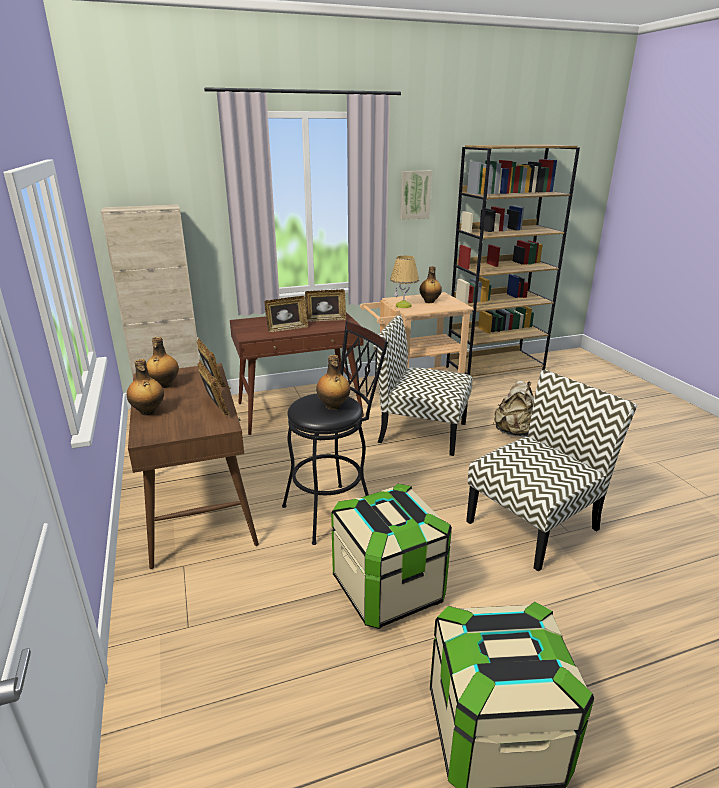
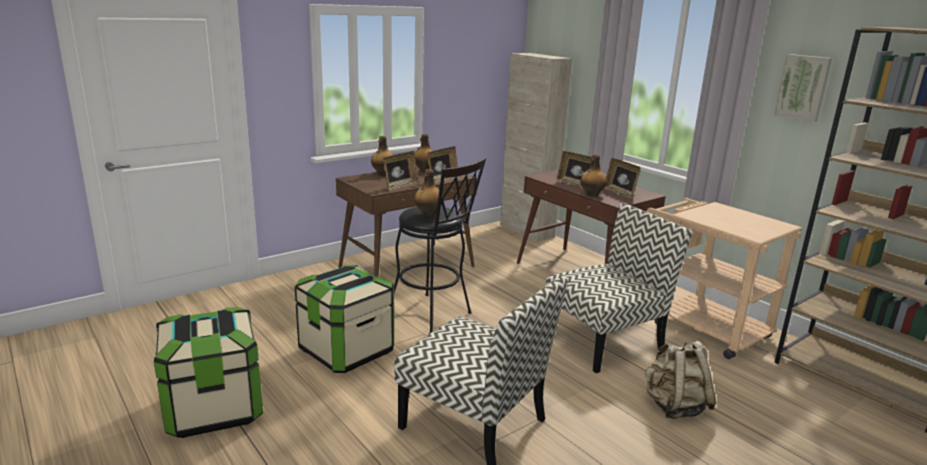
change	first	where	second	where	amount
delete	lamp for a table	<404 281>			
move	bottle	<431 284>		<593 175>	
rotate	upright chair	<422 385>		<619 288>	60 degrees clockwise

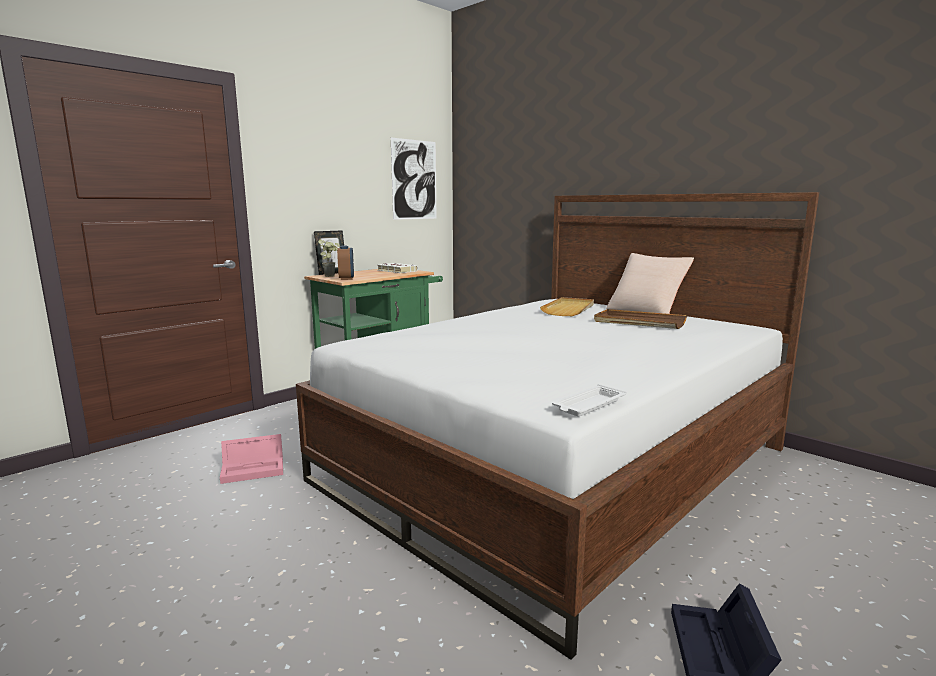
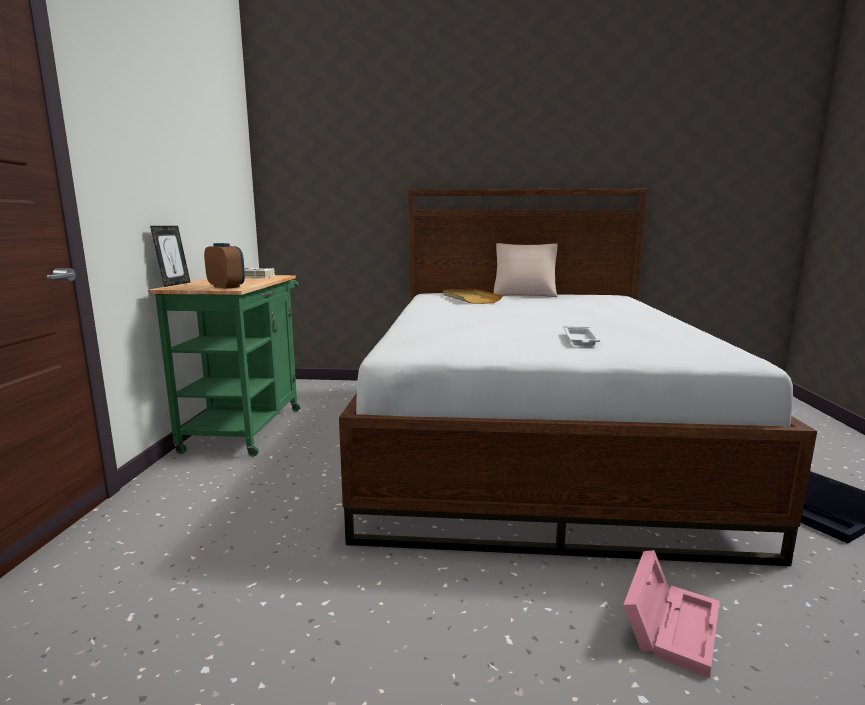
change	first	where	second	where	amount
delete	wall art	<414 179>			
delete	potted plant	<329 258>			
delete	brownish serving tray	<640 319>			
move	white serving tray	<589 400>		<581 336>	
move	pink storage bin	<251 459>		<671 614>	

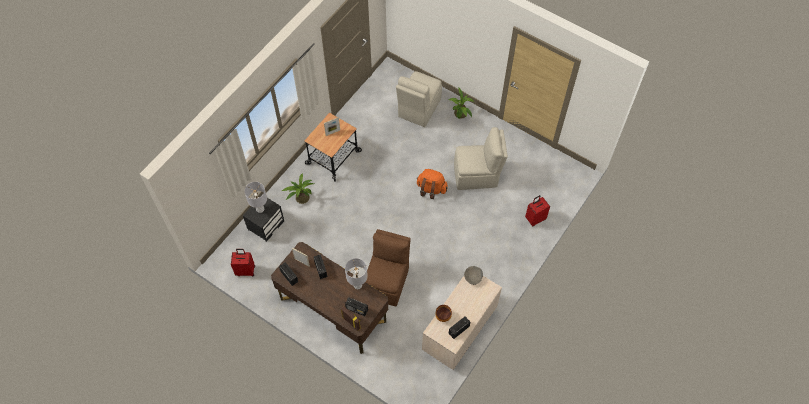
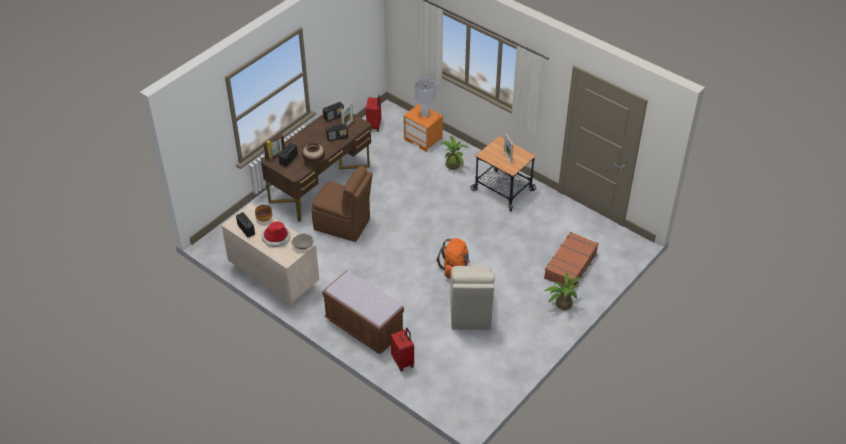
change	first	where	second	where	amount
replace	beige-coloured upright chair	<419 99>	brownish travel case	<571 260>	
recolor	blackish nightstand	<263 218>	orange-coloured nightstand	<423 127>	
replace	greyish lamp for a table	<356 273>	decorative vase	<313 153>	
insert			hat	<276 234>	
insert			brownish long seat	<363 312>	

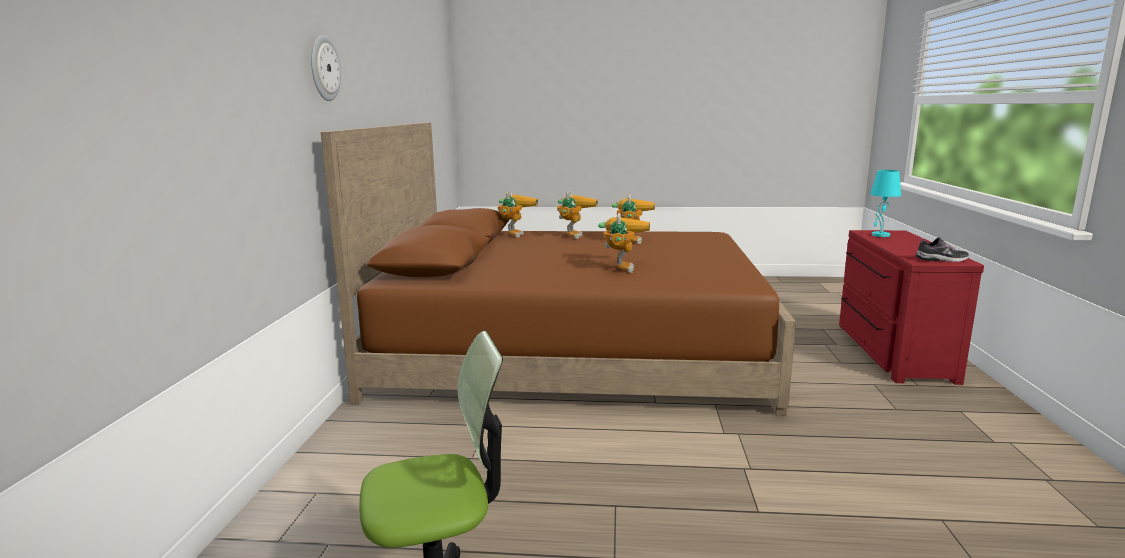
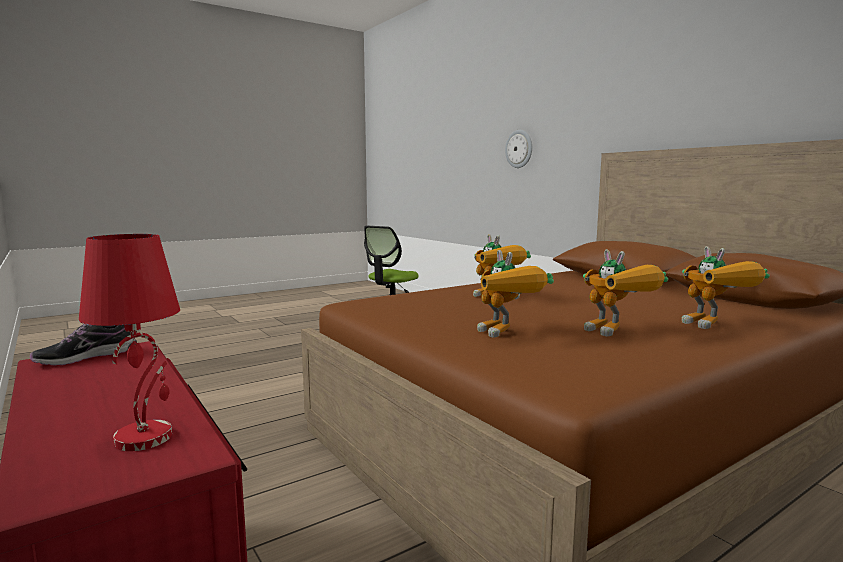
change	first	where	second	where	amount
move	hanging clock	<326 68>		<518 149>	
recolor	turquoise-coloured lamp for a table	<885 203>	reddish lamp for a table	<129 342>	
move	robot figure	<518 214>		<515 294>	

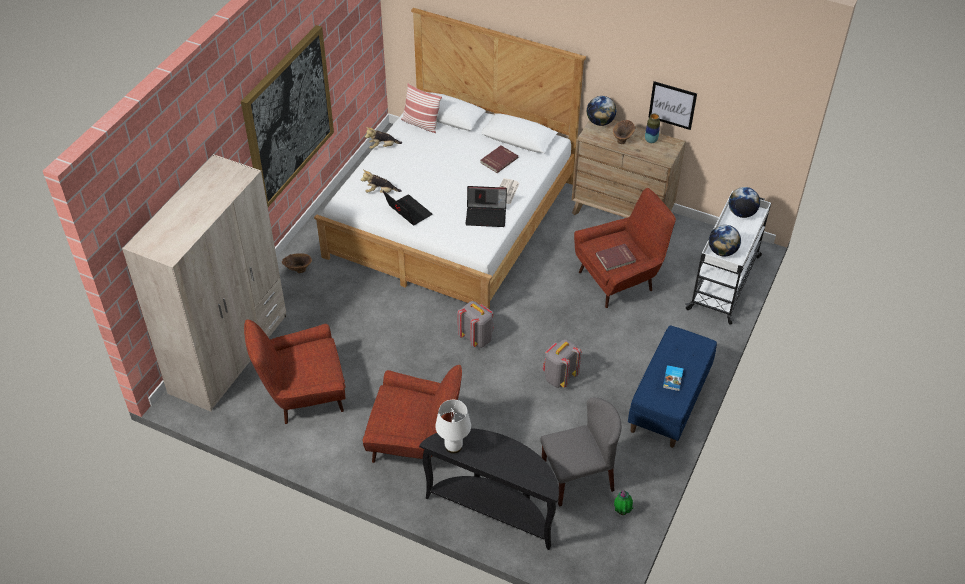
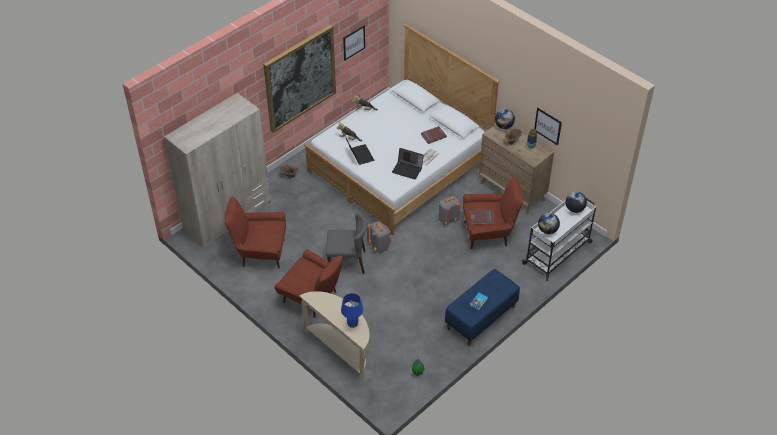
change	first	where	second	where	amount
delete	cushion	<421 108>			
move	greyish knapsack	<562 363>		<449 210>	
move	greyish upright chair	<580 452>		<347 243>	
delete	white lamp for a table	<453 427>			
recolor	blackish console table	<489 489>	beige-coloured console table	<334 336>	
insert			wall art	<354 43>	
insert			blue-coloured lamp for a table	<352 310>	

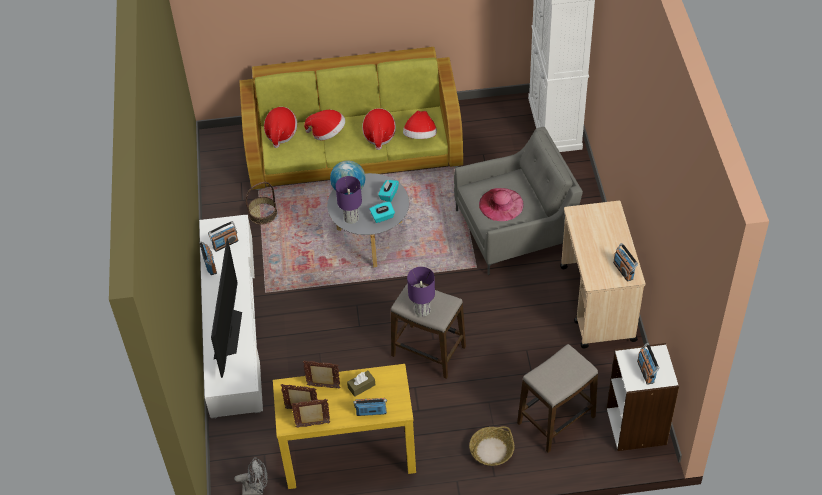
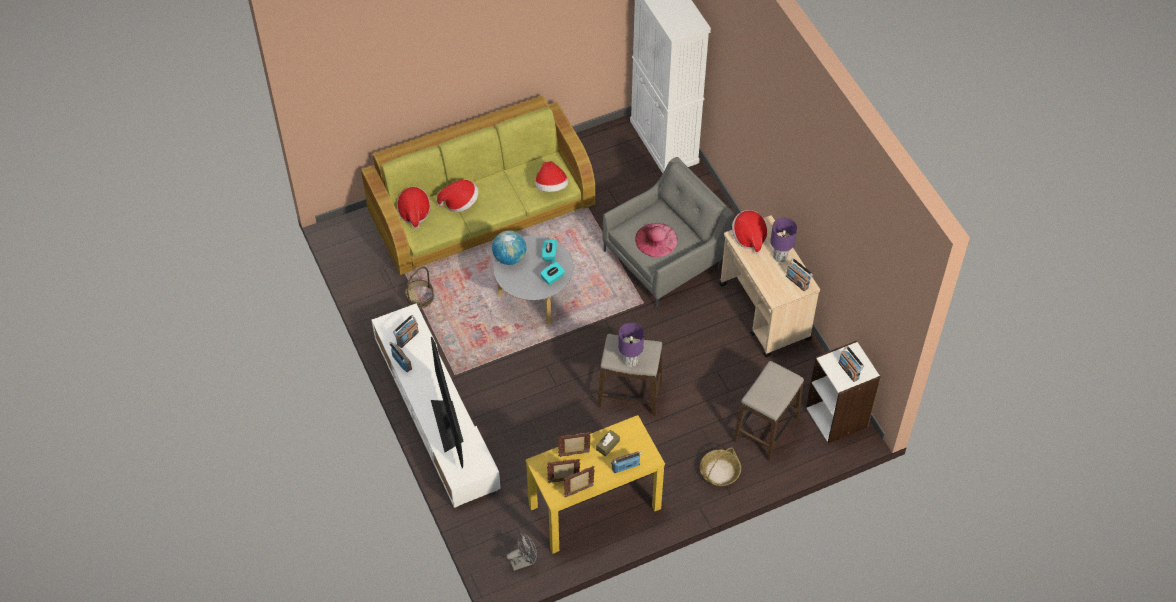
change	first	where	second	where	amount
move	hat	<379 129>		<749 232>	
move	purplish lamp for a table	<348 200>		<783 240>	

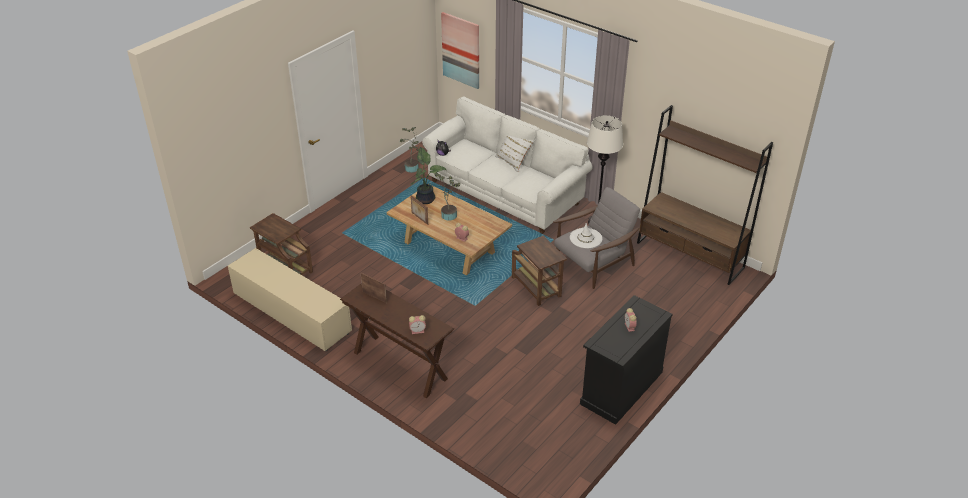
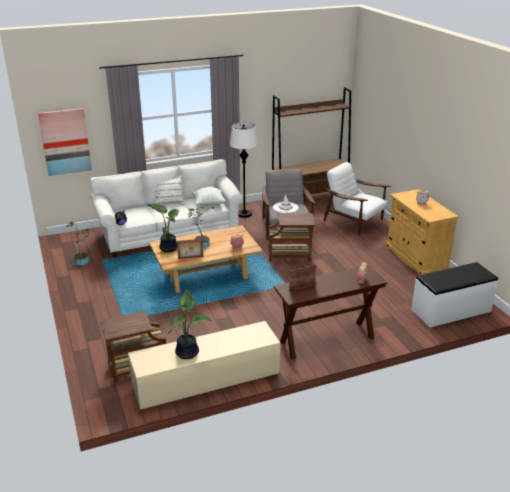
change	first	where	second	where	amount
recolor	blackish cabinet	<626 360>	beige-coloured cabinet	<422 232>	
insert			white lounge chair	<357 198>	
insert			cushion	<209 196>	
insert			white long seat	<454 295>	
insert			potted plant	<189 324>	

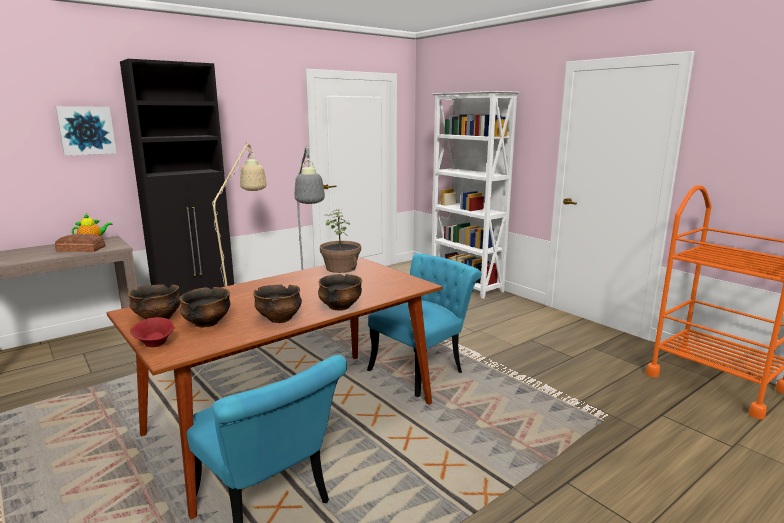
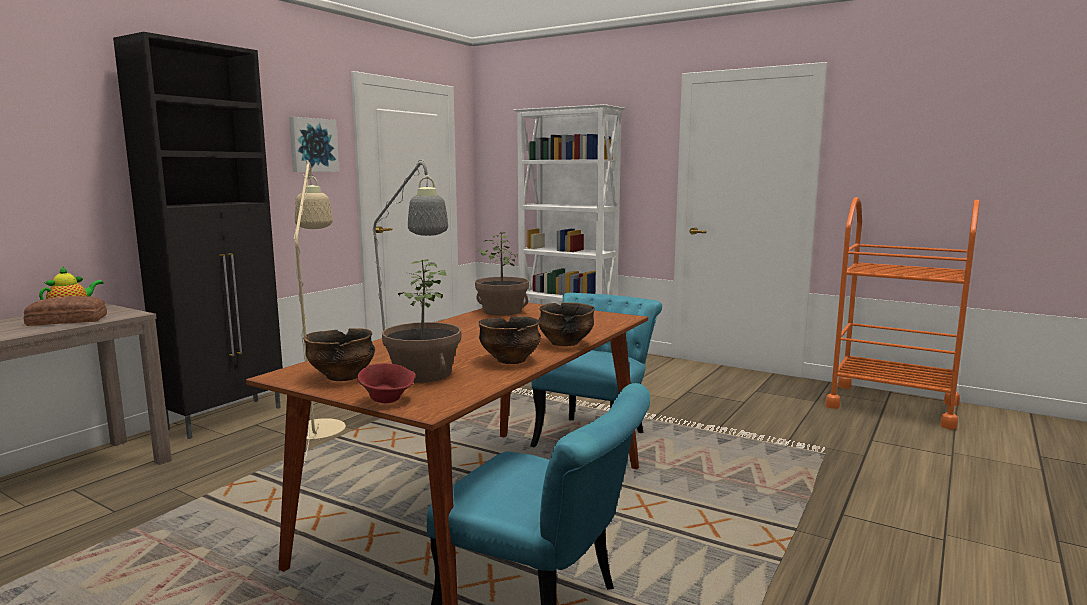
change	first	where	second	where	amount
move	wall art	<86 131>		<314 144>	
replace	bowl	<205 307>	potted plant	<421 321>	

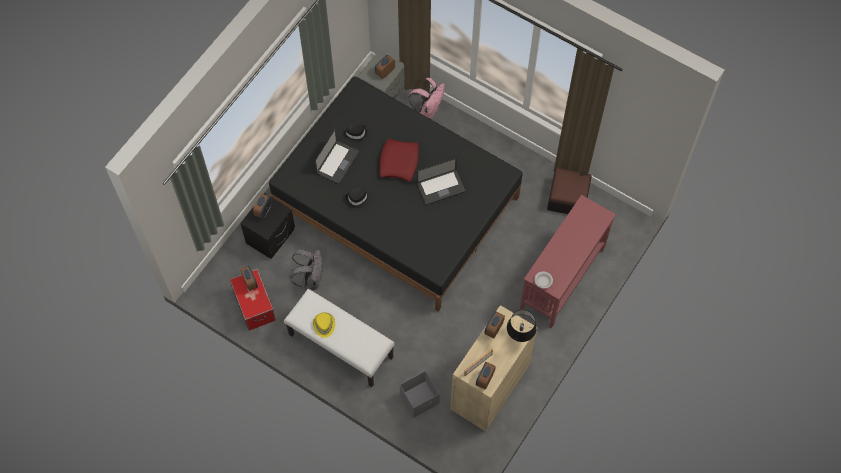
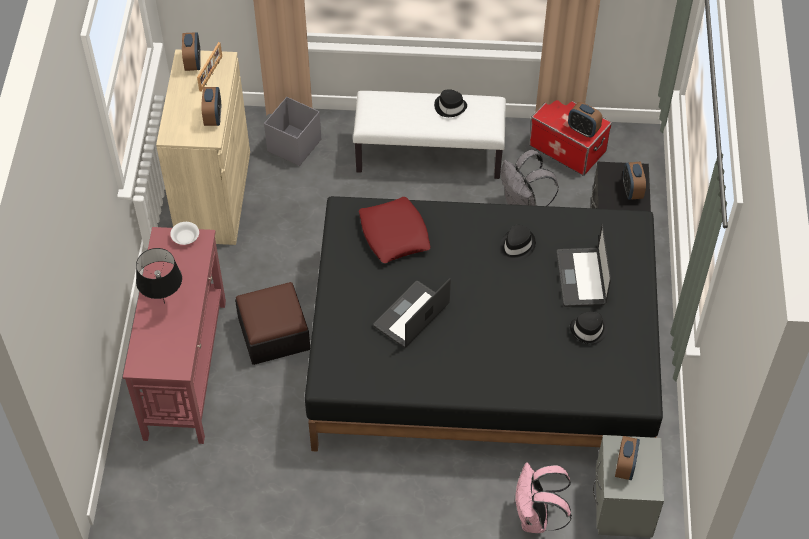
change	first	where	second	where	amount
move	reddish cushion	<399 160>		<394 230>	
move	footrest	<569 191>		<272 323>	
move	blackish lamp for a table	<522 326>		<159 276>	
recolor	yellow-coloured hat	<324 325>	blackish hat	<450 103>	

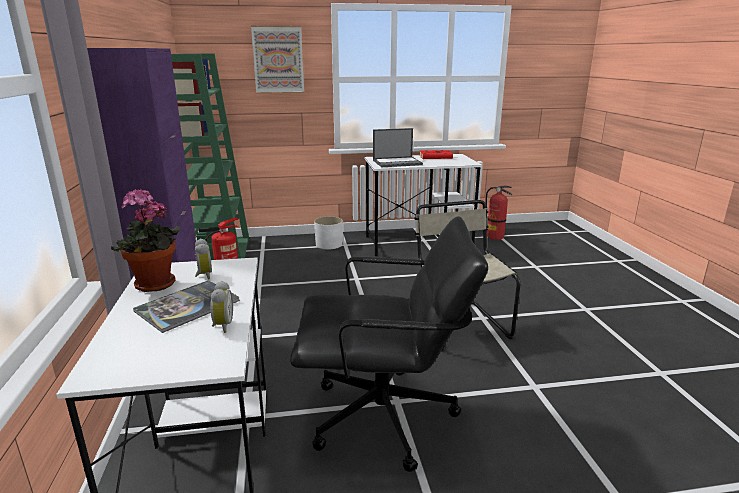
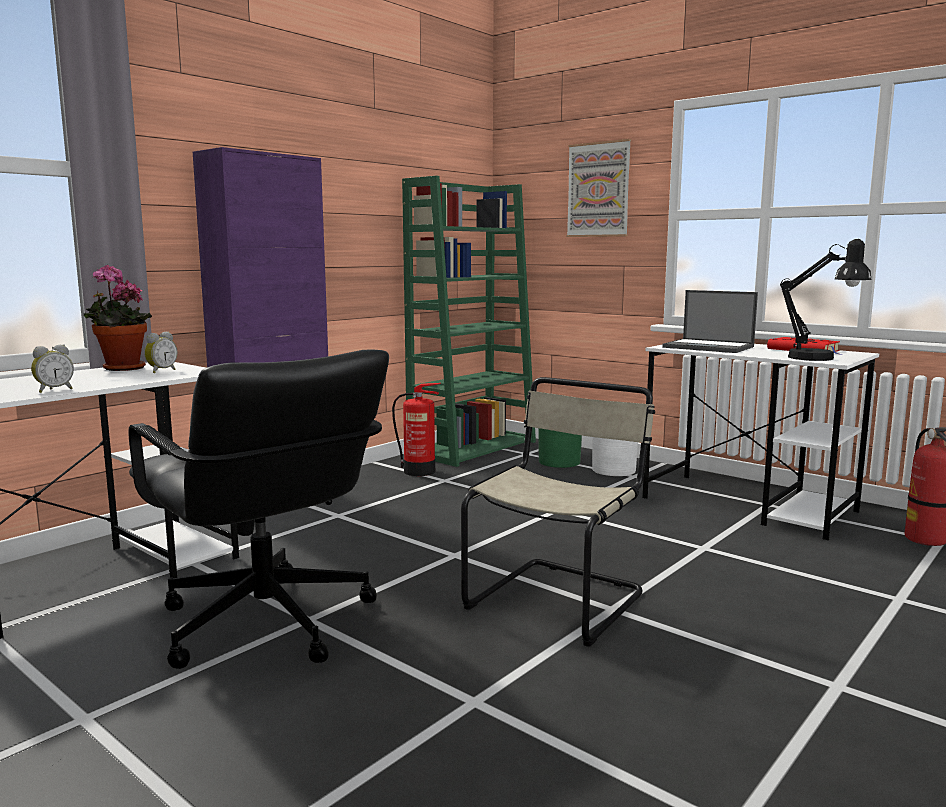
change	first	where	second	where	amount
delete	volume	<186 306>			
insert			blackish lamp for a table	<825 300>	
insert			green-coloured flower pot	<560 448>	

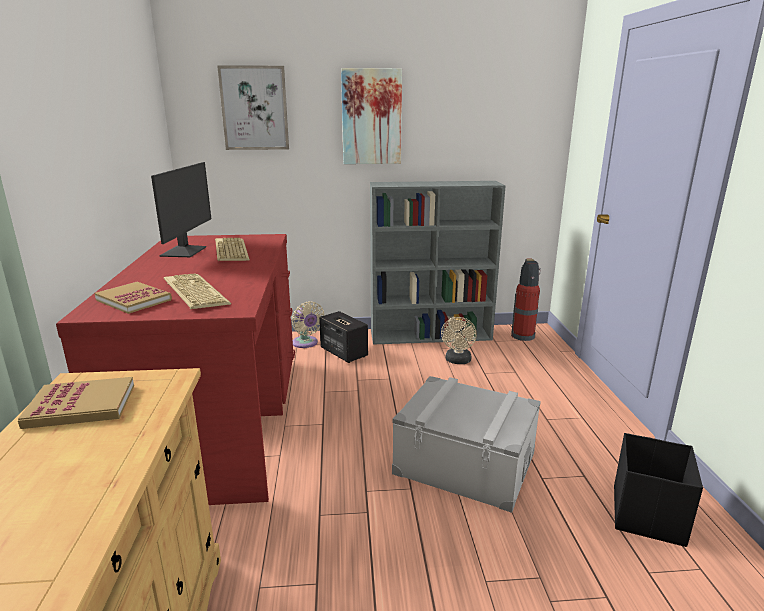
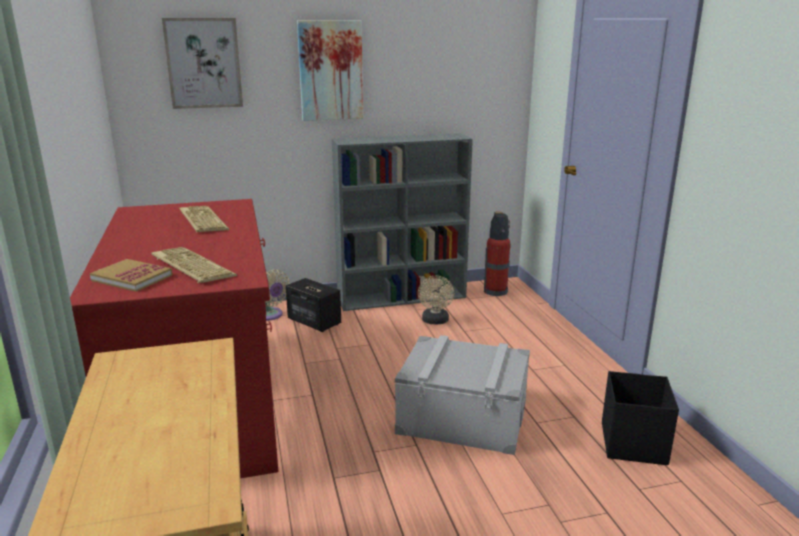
change	first	where	second	where	amount
delete	computer display	<181 209>			
delete	volume	<76 403>			

